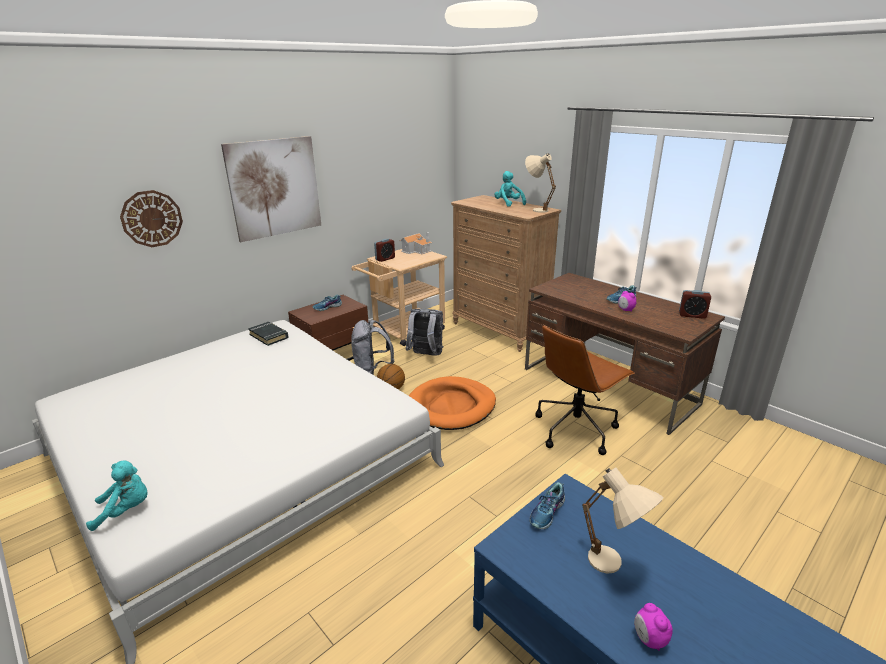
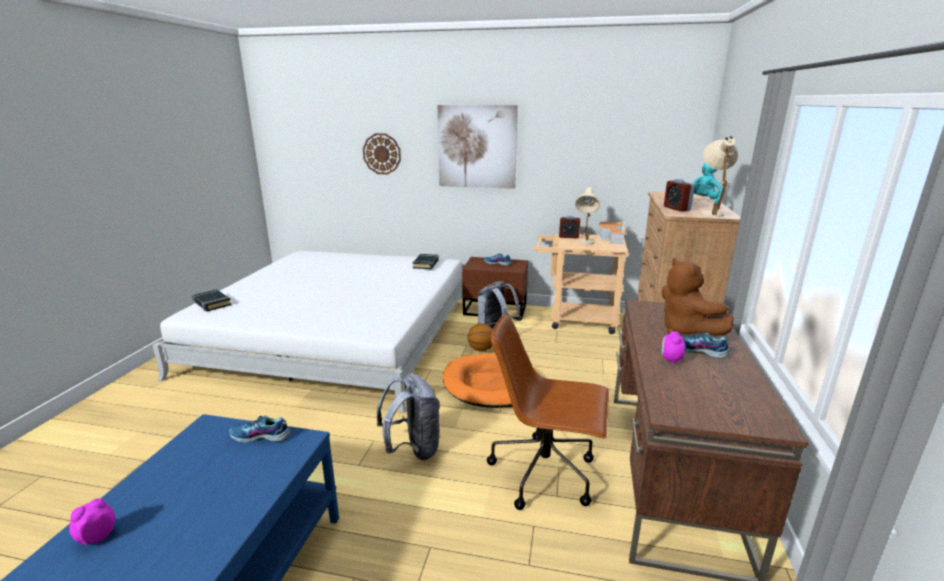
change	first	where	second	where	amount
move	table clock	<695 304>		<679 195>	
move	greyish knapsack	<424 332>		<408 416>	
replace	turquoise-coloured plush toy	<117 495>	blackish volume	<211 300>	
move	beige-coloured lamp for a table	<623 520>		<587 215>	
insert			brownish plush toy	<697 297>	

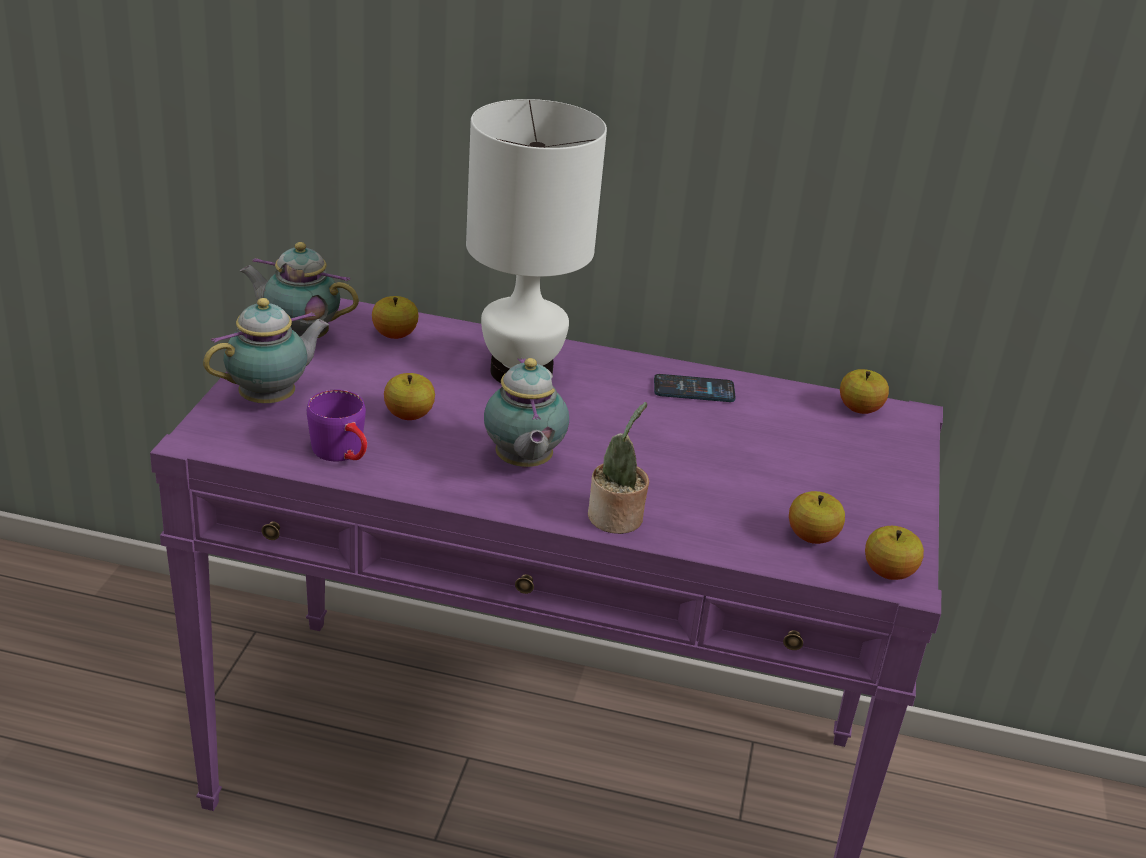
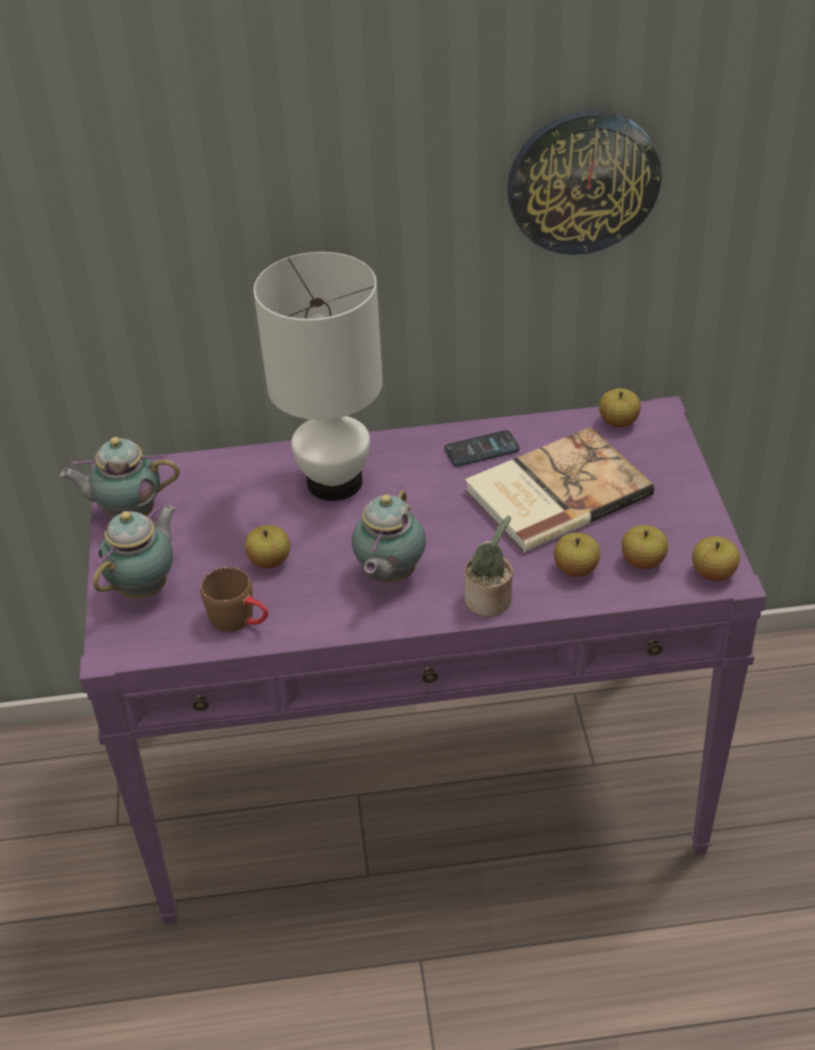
change	first	where	second	where	amount
move	apple	<395 317>		<577 555>	
rotate	teapot	<526 413>		<389 534>	45 degrees clockwise
recolor	purplish tea mug	<337 425>	brownish tea mug	<234 599>	
insert			hanging clock	<584 182>	
insert			volume	<559 489>	

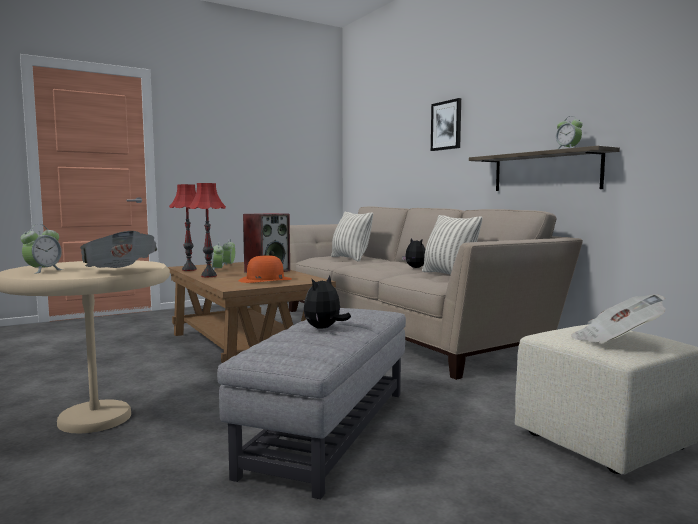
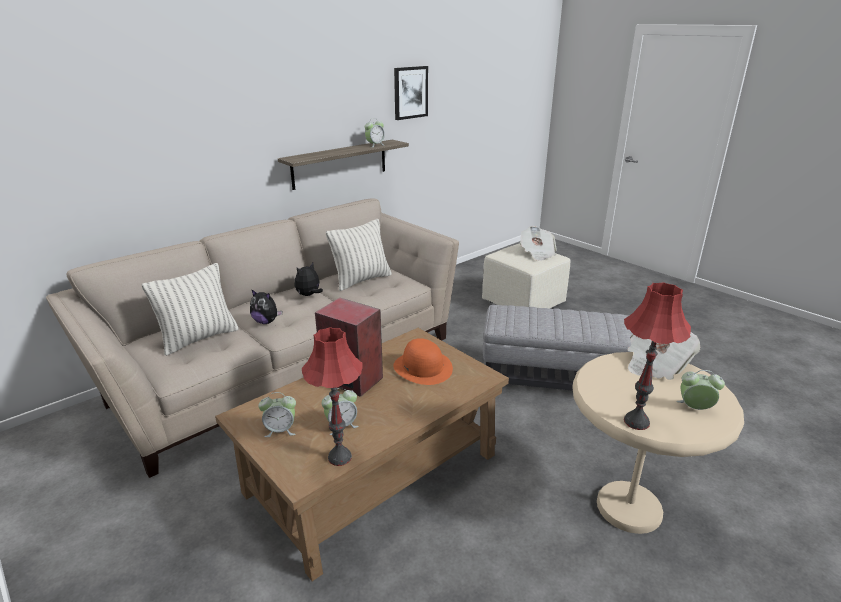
change	first	where	second	where	amount
move	wall art	<446 124>		<411 93>	
move	reddish lamp for a table	<207 230>		<657 356>	
move	plush toy	<327 302>		<266 306>	

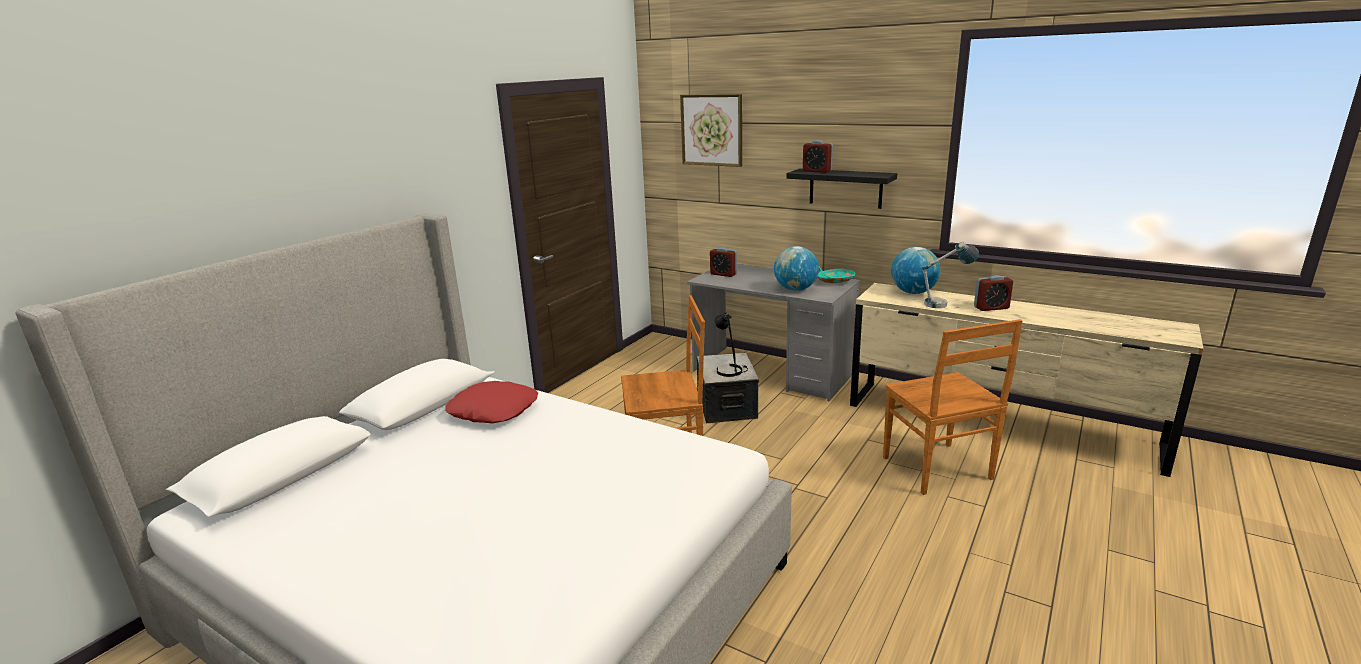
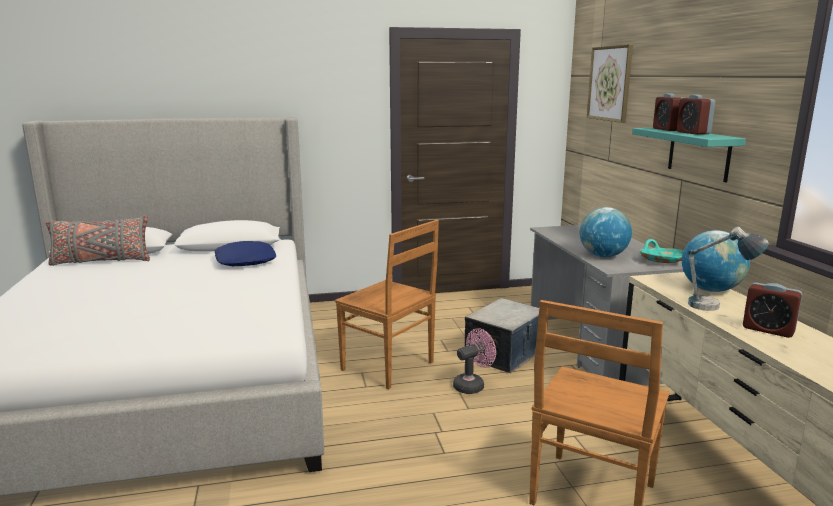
change	first	where	second	where	amount
recolor	blackish wall shelf	<841 189>	turquoise-coloured wall shelf	<689 155>	
move	table clock	<723 262>		<696 115>	
delete	blackish lamp for a table	<731 344>			
recolor	reddish cushion	<491 402>	blue-coloured cushion	<245 253>	
insert			greyish cushion	<98 241>	
insert			pink fan	<474 361>	

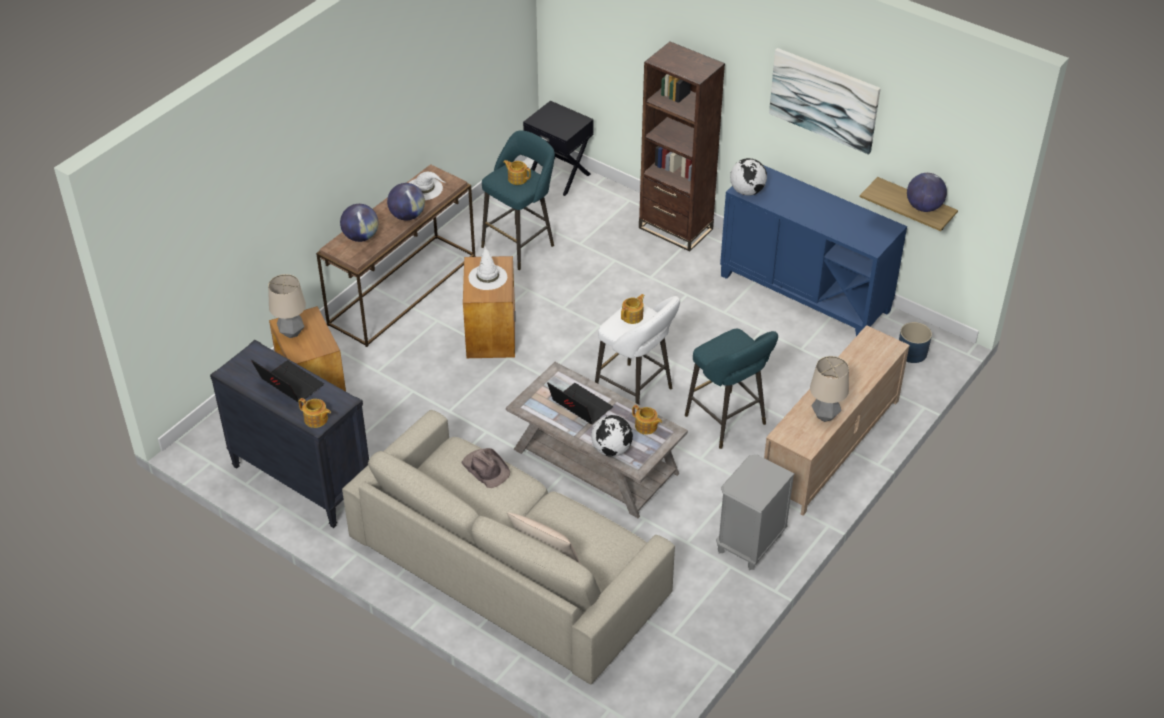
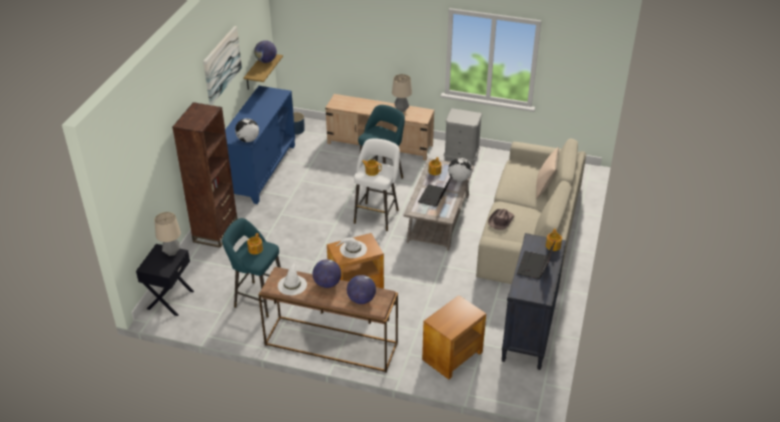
change	first	where	second	where	amount
move	lamp for a table	<287 306>		<168 234>	

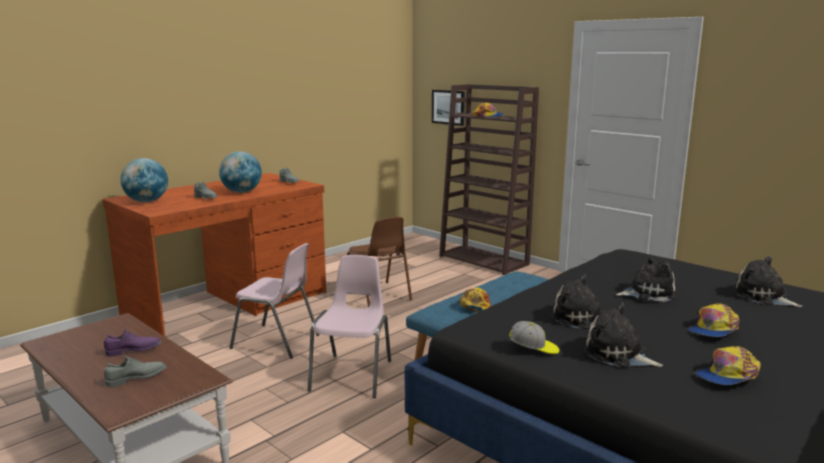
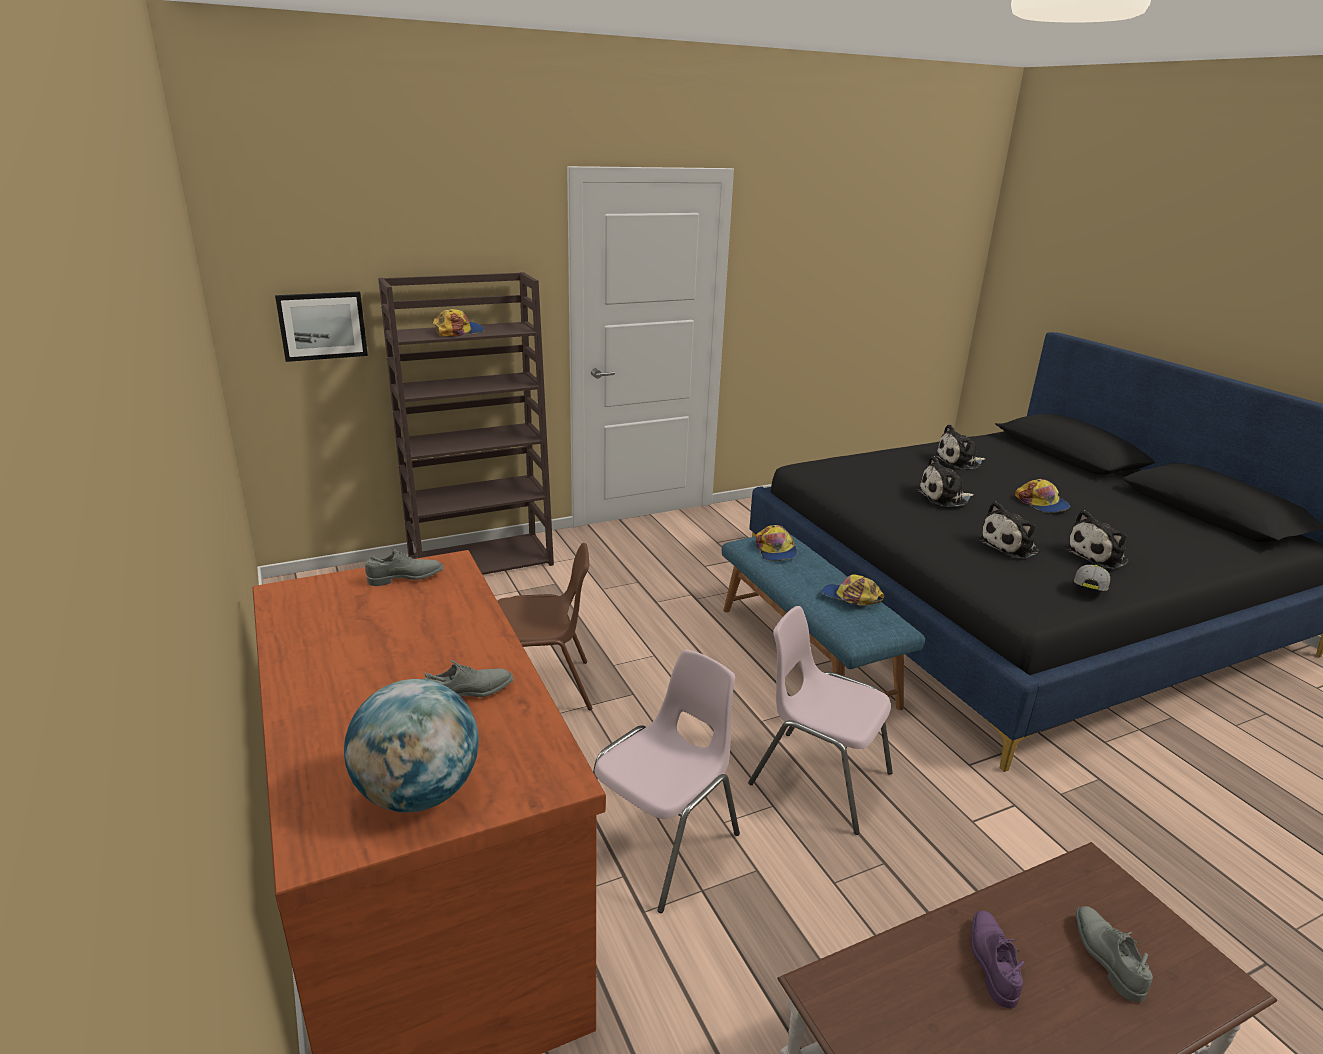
change	first	where	second	where	amount
delete	globe	<240 172>			
rotate	plush toy	<646 279>		<945 481>	120 degrees counterclockwise
move	cap	<728 365>		<776 543>	

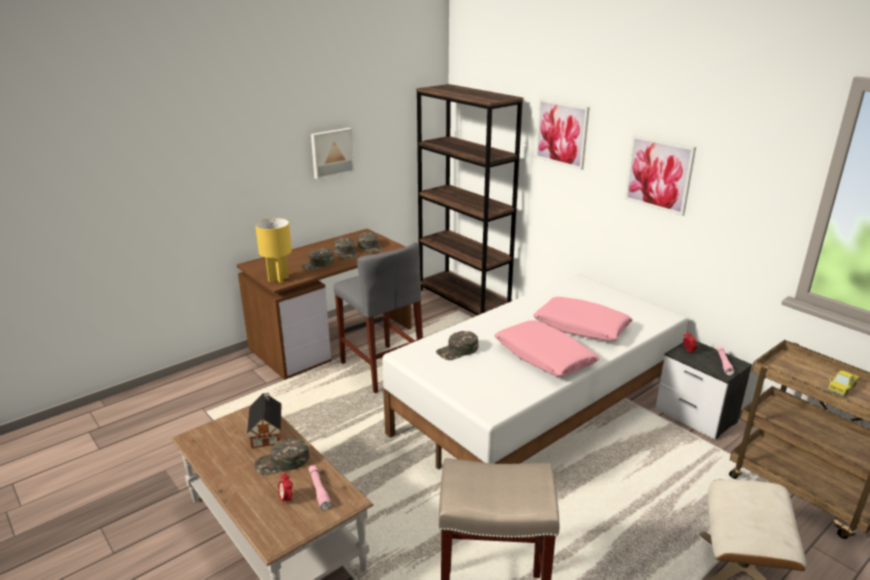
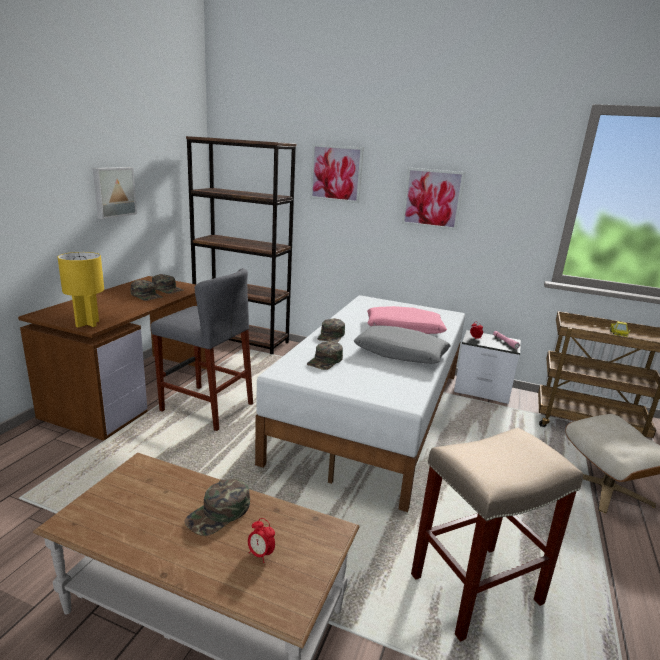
change	first	where	second	where	amount
move	green-coloured cap	<317 259>		<331 330>	
recolor	pink cushion	<547 348>	greyish cushion	<402 344>	
delete	model house	<264 420>			
delete	pink torch	<320 487>			

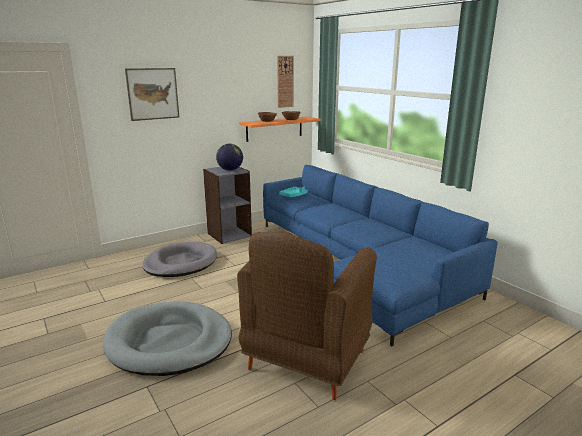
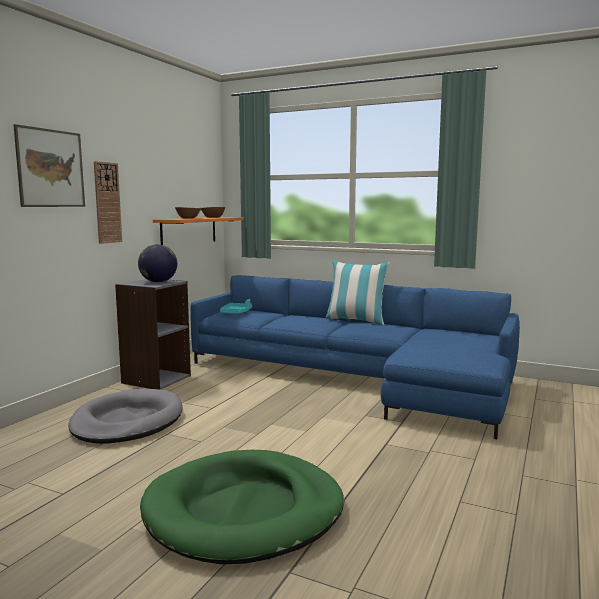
change	first	where	second	where	amount
move	hanging clock	<285 82>		<108 202>	
delete	brownish lounge chair	<307 316>			
recolor	greyish dog cushion	<167 338>	green-coloured dog cushion	<242 507>	
insert			cushion	<357 292>	

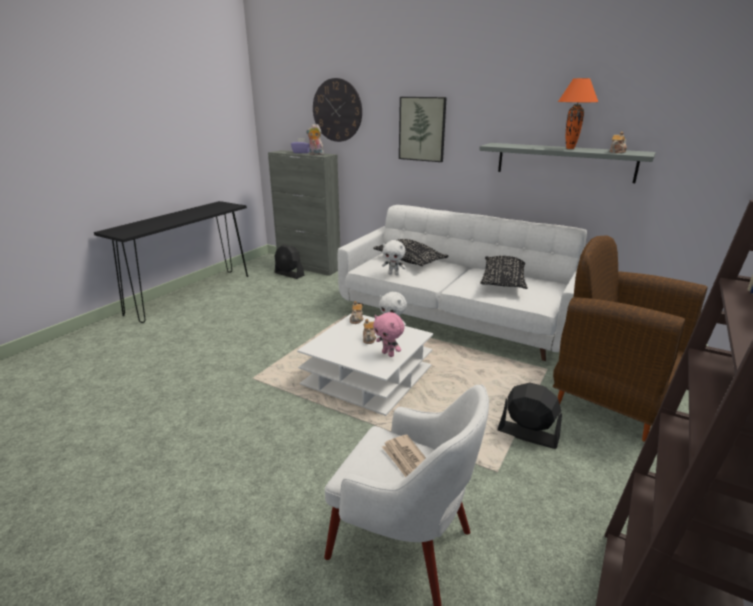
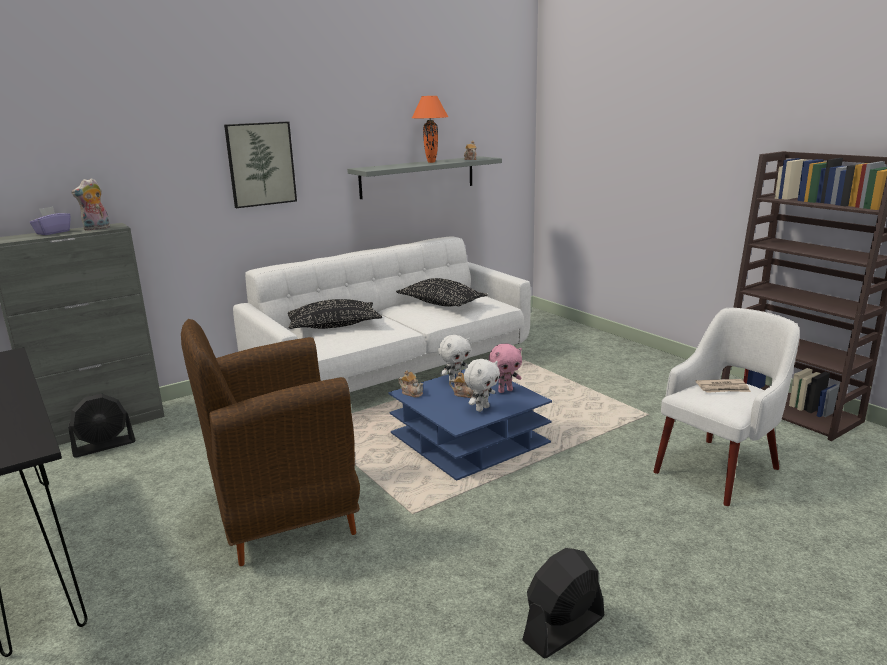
change	first	where	second	where	amount
delete	hanging clock	<337 110>			
move	brownish lounge chair	<630 339>		<270 442>	
move	white plush toy	<394 257>		<482 385>	
recolor	white coffee table	<365 364>	blue-coloured coffee table	<470 425>	
move	blackish fan	<529 416>		<563 603>	

